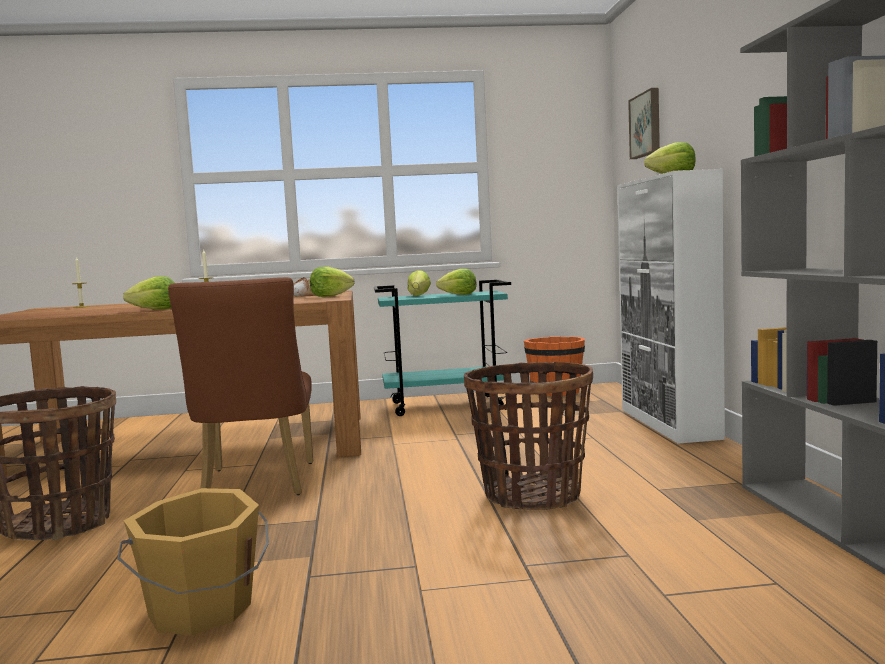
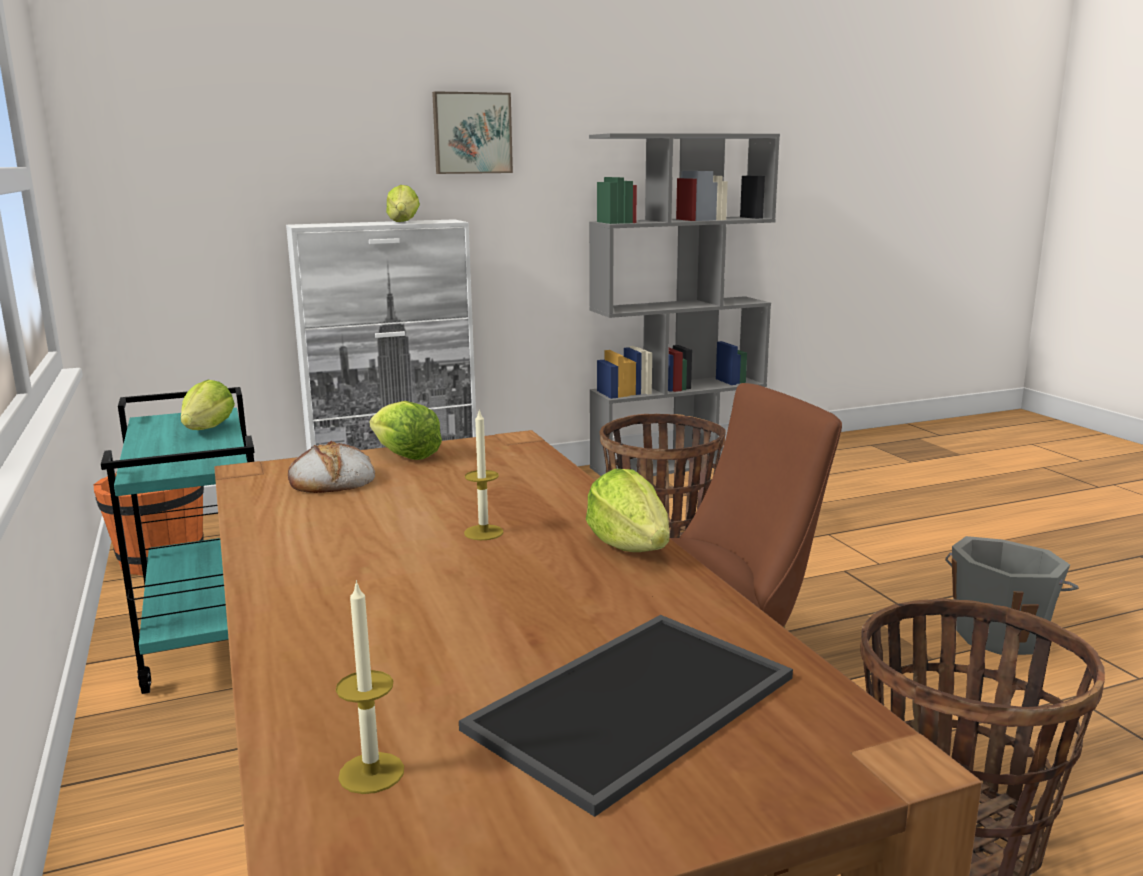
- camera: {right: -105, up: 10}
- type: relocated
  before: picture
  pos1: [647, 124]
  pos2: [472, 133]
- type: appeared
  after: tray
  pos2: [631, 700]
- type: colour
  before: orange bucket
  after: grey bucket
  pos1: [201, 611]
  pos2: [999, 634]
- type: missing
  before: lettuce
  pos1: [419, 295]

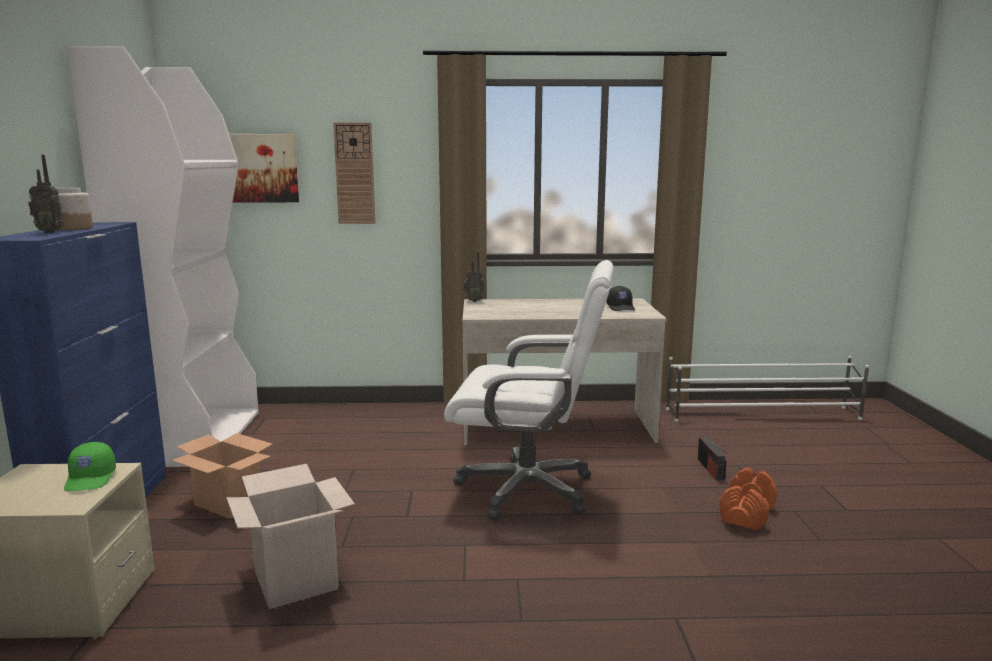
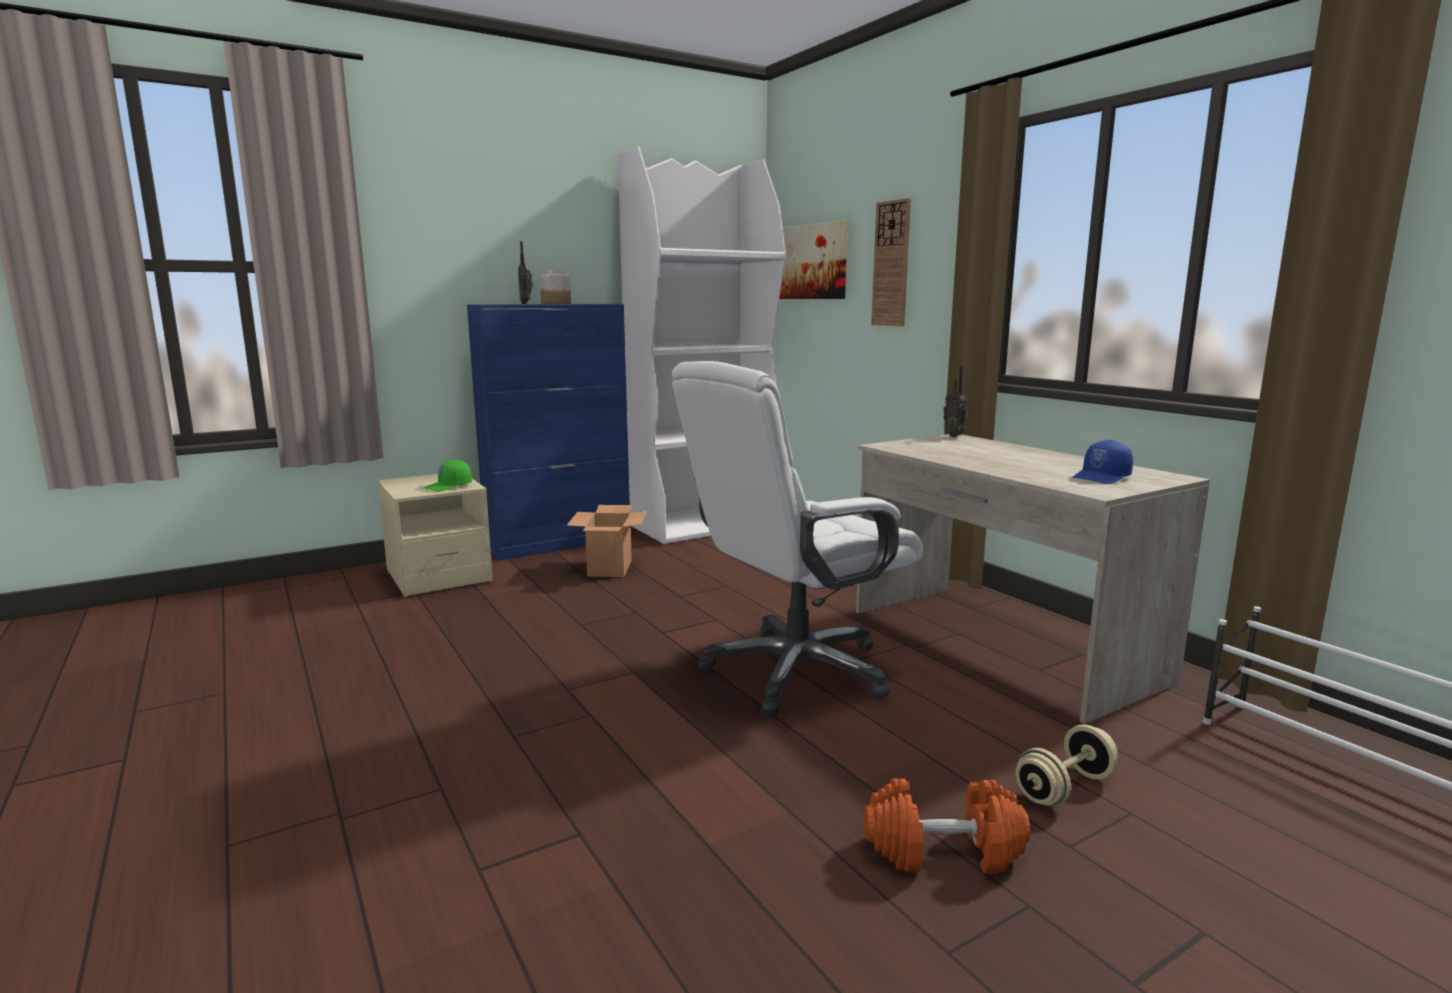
- camera: {right: 60, up: 0}
- type: spun
  before: white office chair
  pos1: [528, 489]
  pos2: [795, 671]
  turn: 75
- type: exchanged
  before: radio
  after: beige dumbbell
  pos1: [710, 469]
  pos2: [1064, 788]
- type: colour
  before: black cap
  after: blue cap
  pos1: [621, 308]
  pos2: [1102, 478]
- type: missing
  before: cardboard box
  pos1: [296, 580]

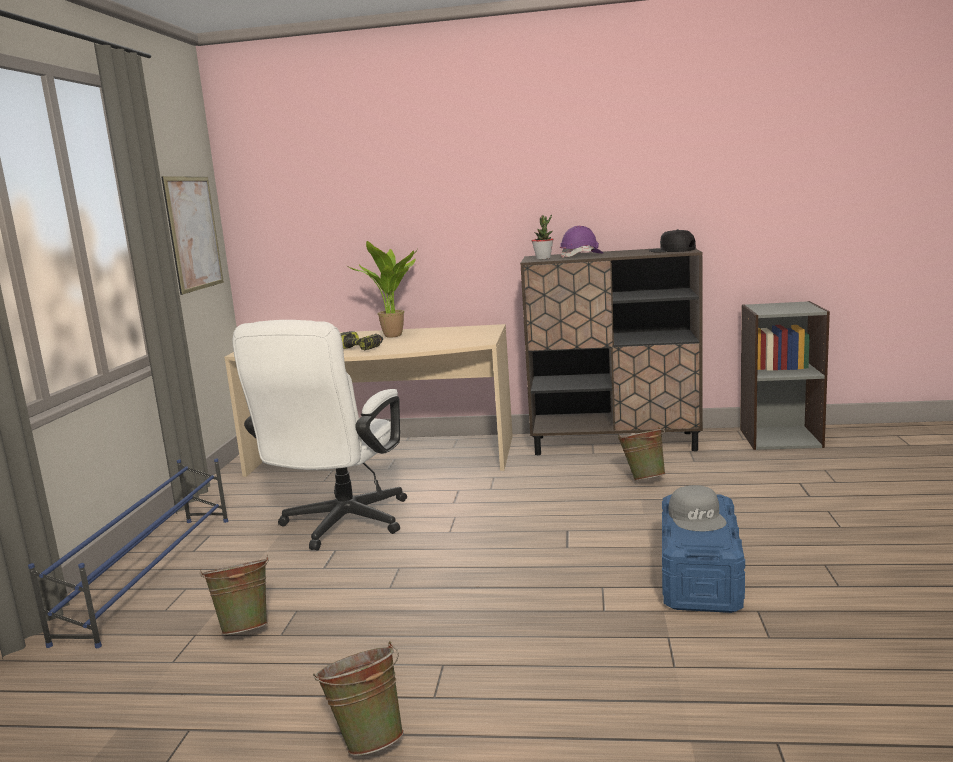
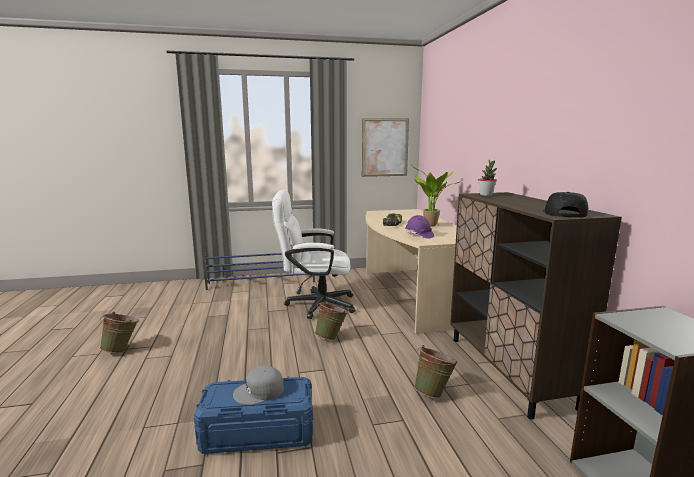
- camera: {right: 70, up: 0}
- type: relocated
  before: green bucket
  pos1: [245, 627]
  pos2: [331, 337]
- type: relocated
  before: purple hard hat
  pos1: [581, 255]
  pos2: [419, 235]

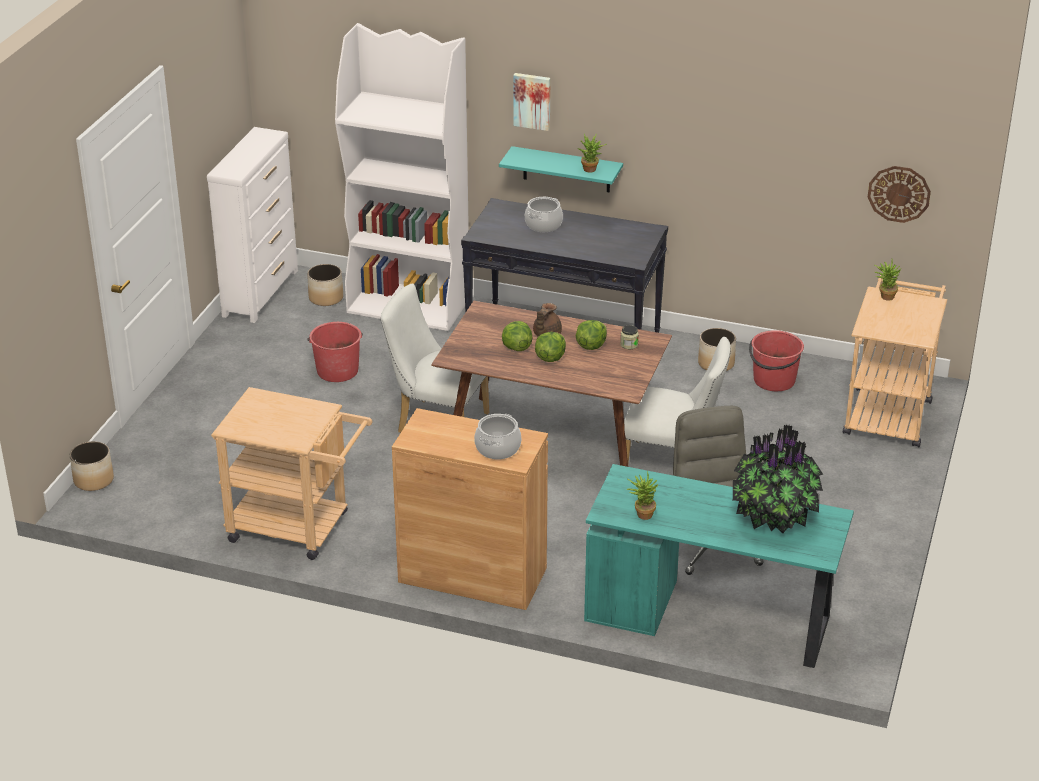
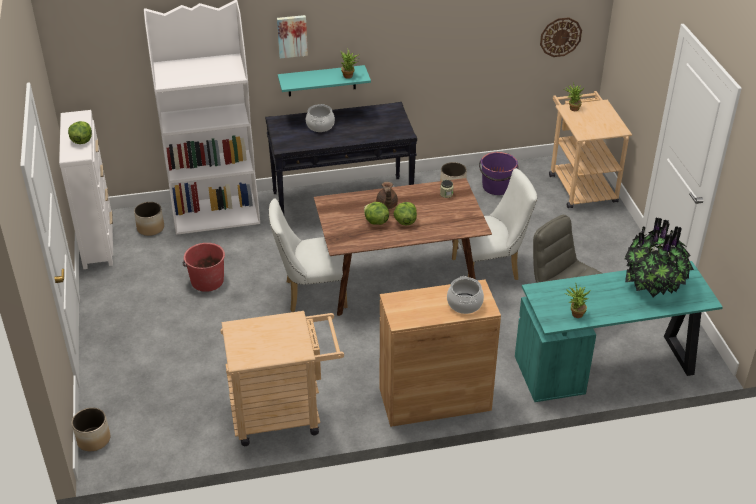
- camera: {right: -30, up: 5}
- type: relocated
  before: lettuce
  pos1: [591, 345]
  pos2: [81, 141]
- type: colour
  before: red bucket
  after: purple bucket
  pos1: [773, 380]
  pos2: [497, 187]

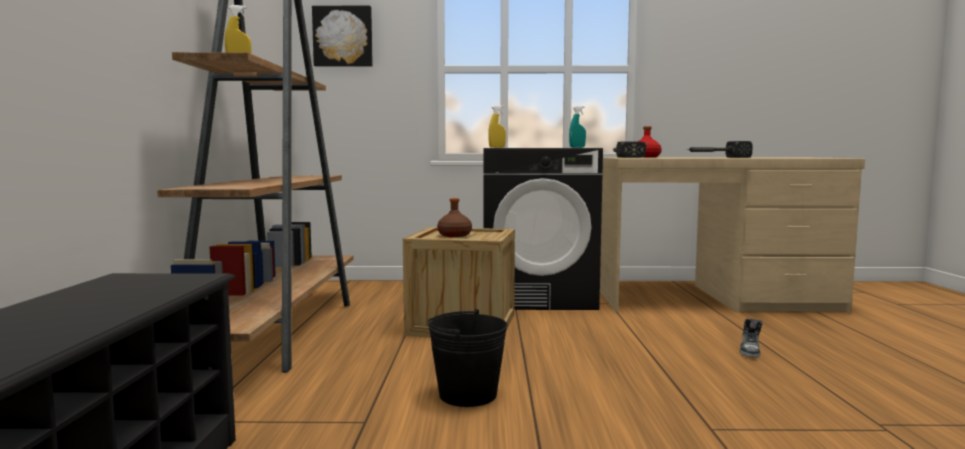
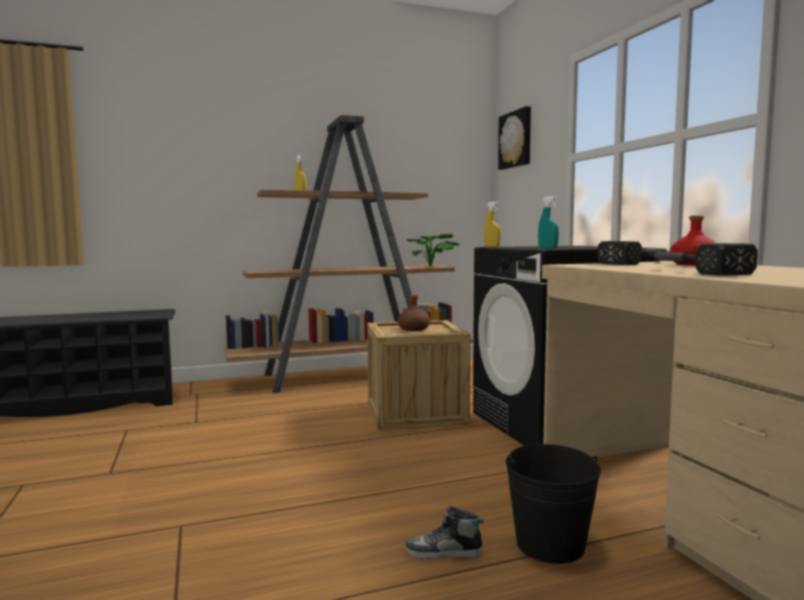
- camera: {right: 70, up: 0}
- type: appeared
  after: potted plant
  pos2: [433, 266]
- type: relocated
  before: black bucket
  pos1: [467, 395]
  pos2: [550, 544]

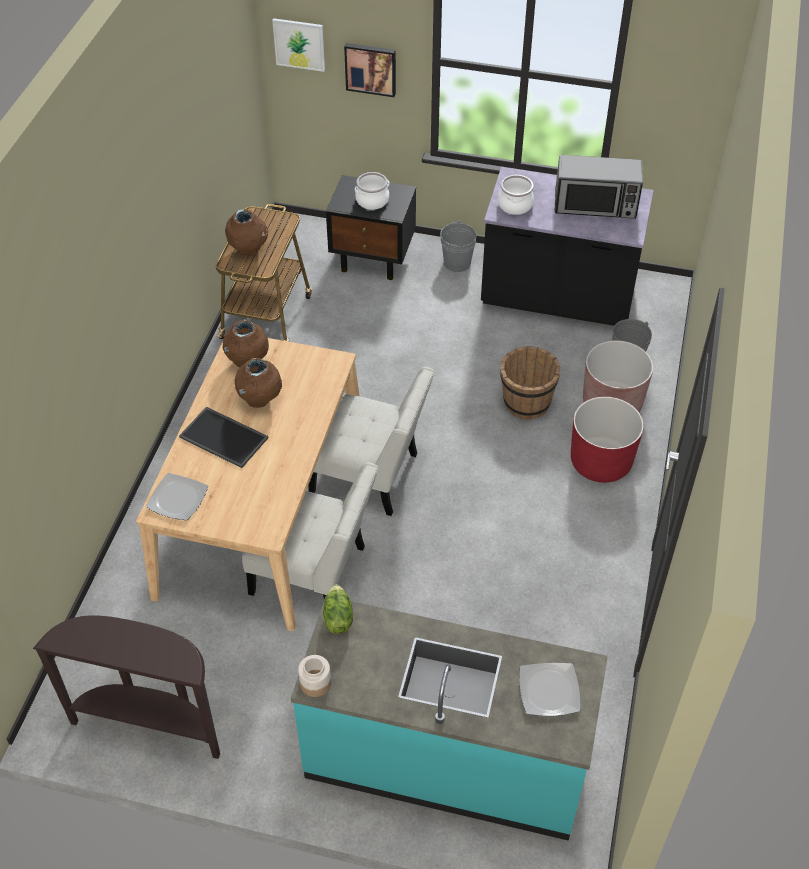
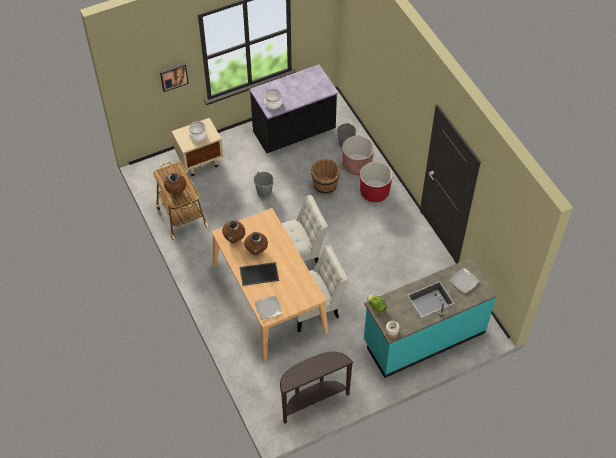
- camera: {right: -40, up: 5}
- type: colour
  before: black nightstand
  after: beige nightstand
  pos1: [374, 259]
  pos2: [200, 161]
- type: relocated
  before: grey bucket
  pos1: [457, 263]
  pos2: [264, 192]
- type: missing
  before: picture
  pos1: [299, 44]
- type: missing
  before: microwave
  pos1: [595, 205]

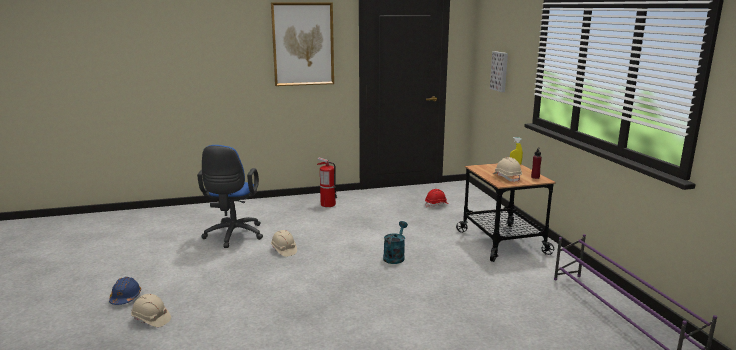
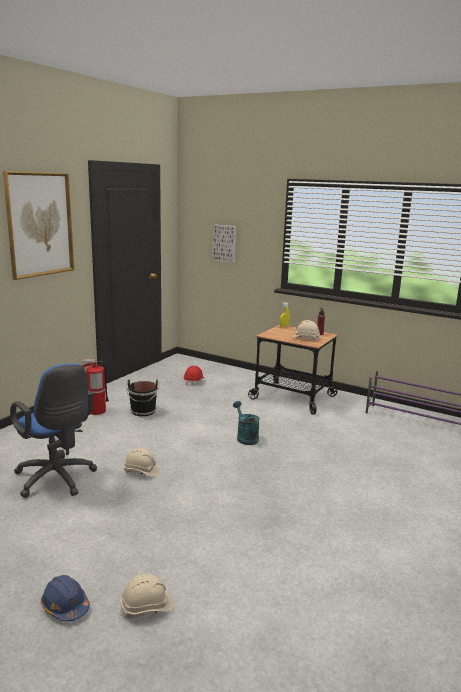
- camera: {right: -45, up: 0}
- type: appeared
  after: black bucket
  pos2: [143, 412]

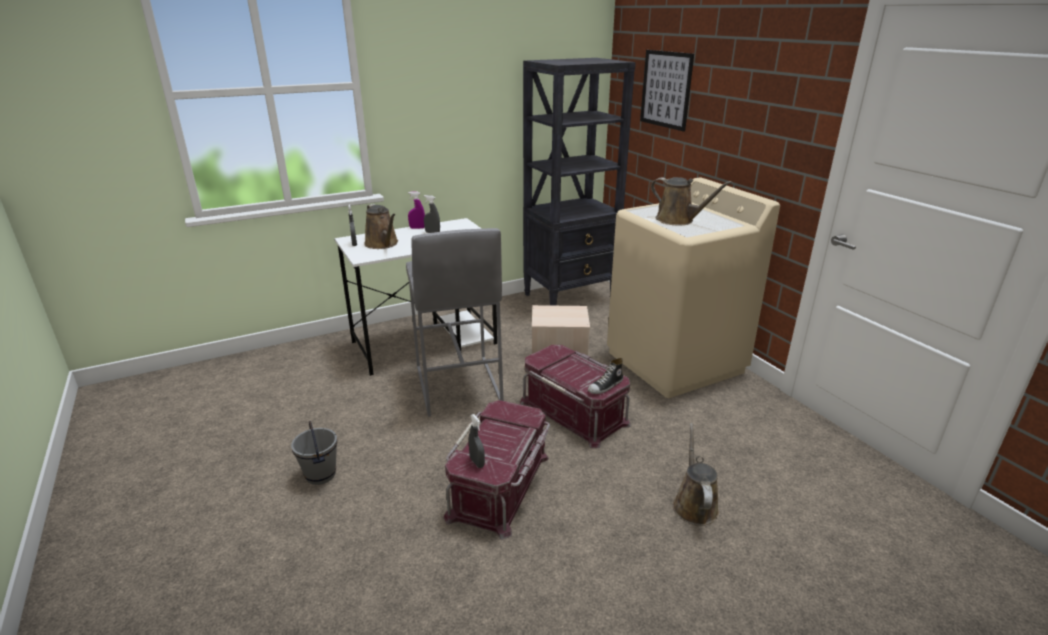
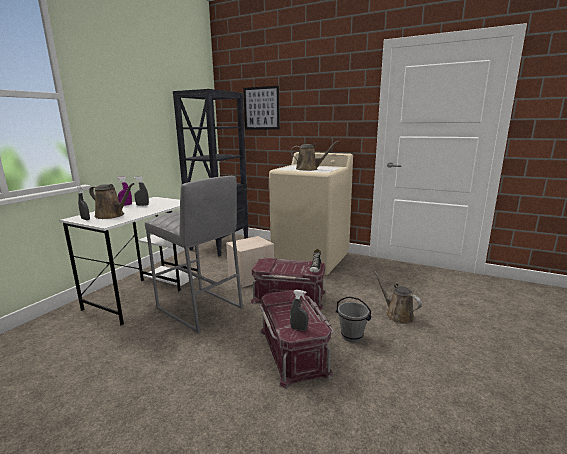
- camera: {right: -35, up: -10}
- type: relocated
  before: grey bucket
  pos1: [320, 475]
  pos2: [351, 336]

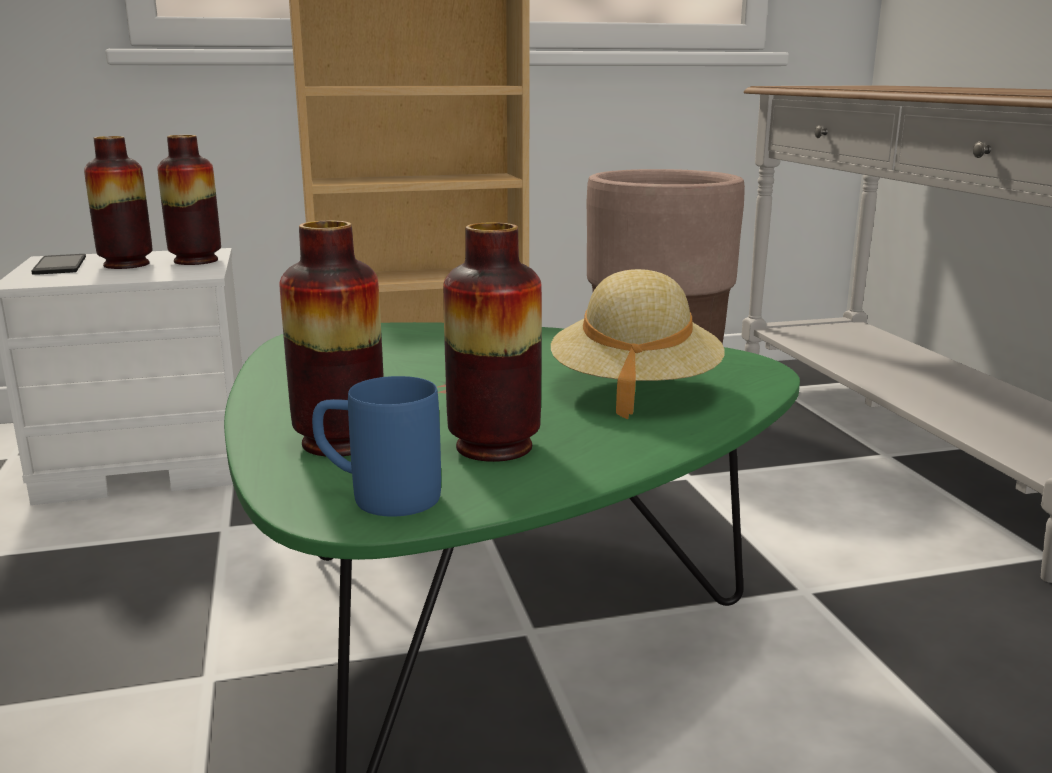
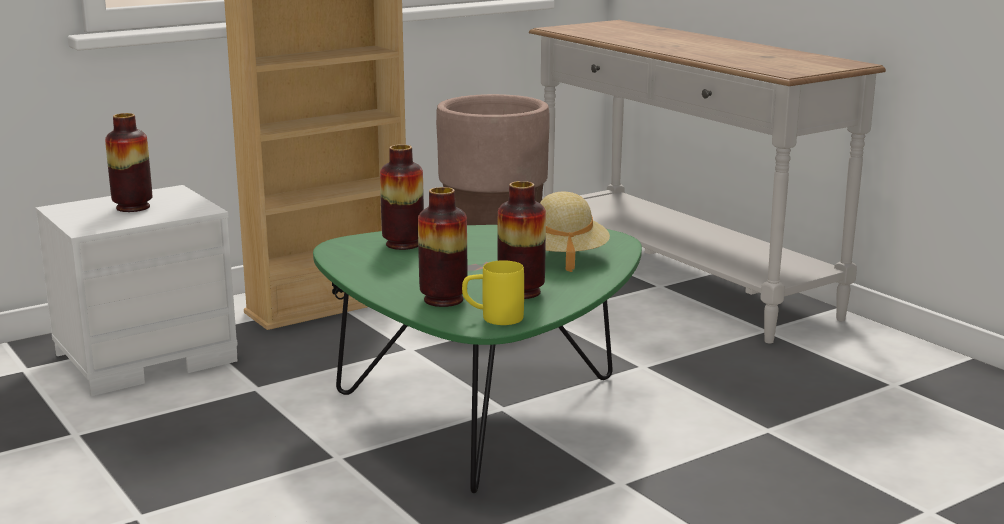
- camera: {right: -20, up: 0}
- type: relocated
  before: vase
  pos1: [196, 261]
  pos2: [403, 244]
- type: colour
  before: blue mug
  after: yellow mug
  pos1: [378, 496]
  pos2: [493, 318]
- type: missing
  before: phone
  pos1: [60, 265]

